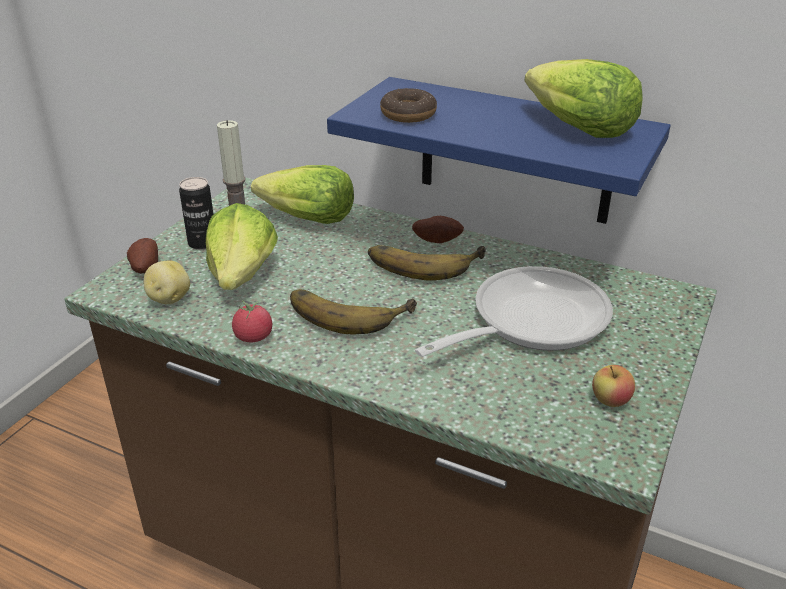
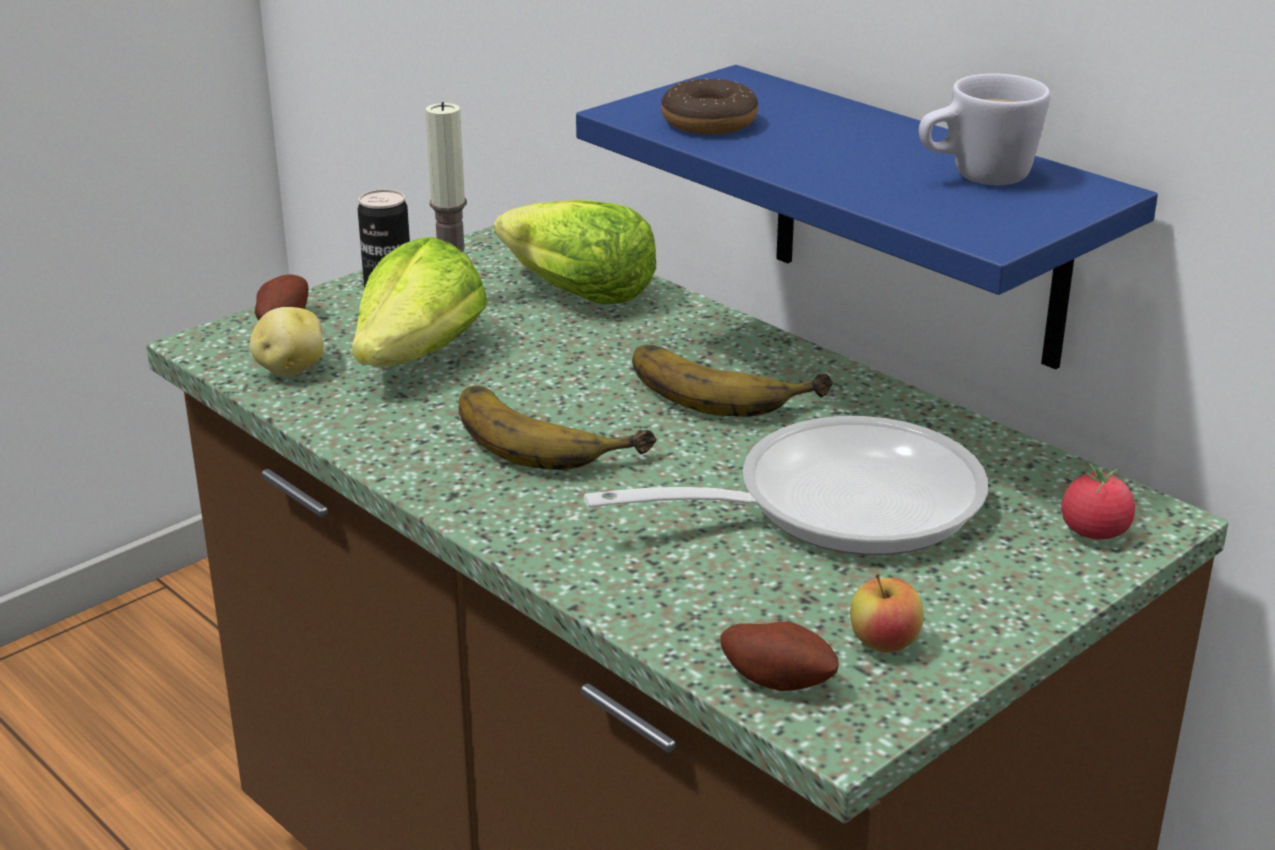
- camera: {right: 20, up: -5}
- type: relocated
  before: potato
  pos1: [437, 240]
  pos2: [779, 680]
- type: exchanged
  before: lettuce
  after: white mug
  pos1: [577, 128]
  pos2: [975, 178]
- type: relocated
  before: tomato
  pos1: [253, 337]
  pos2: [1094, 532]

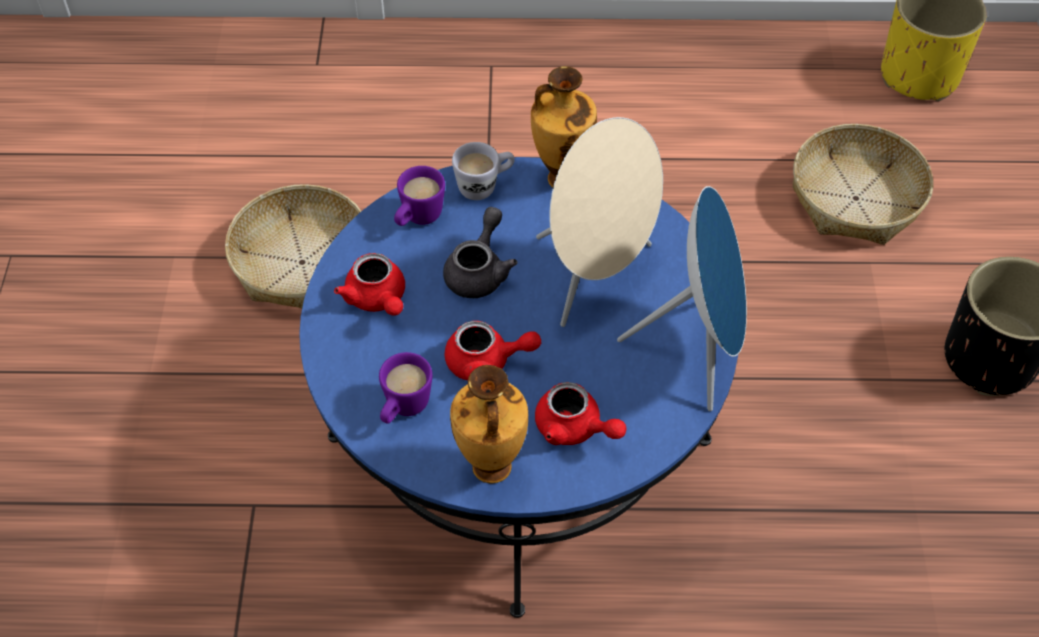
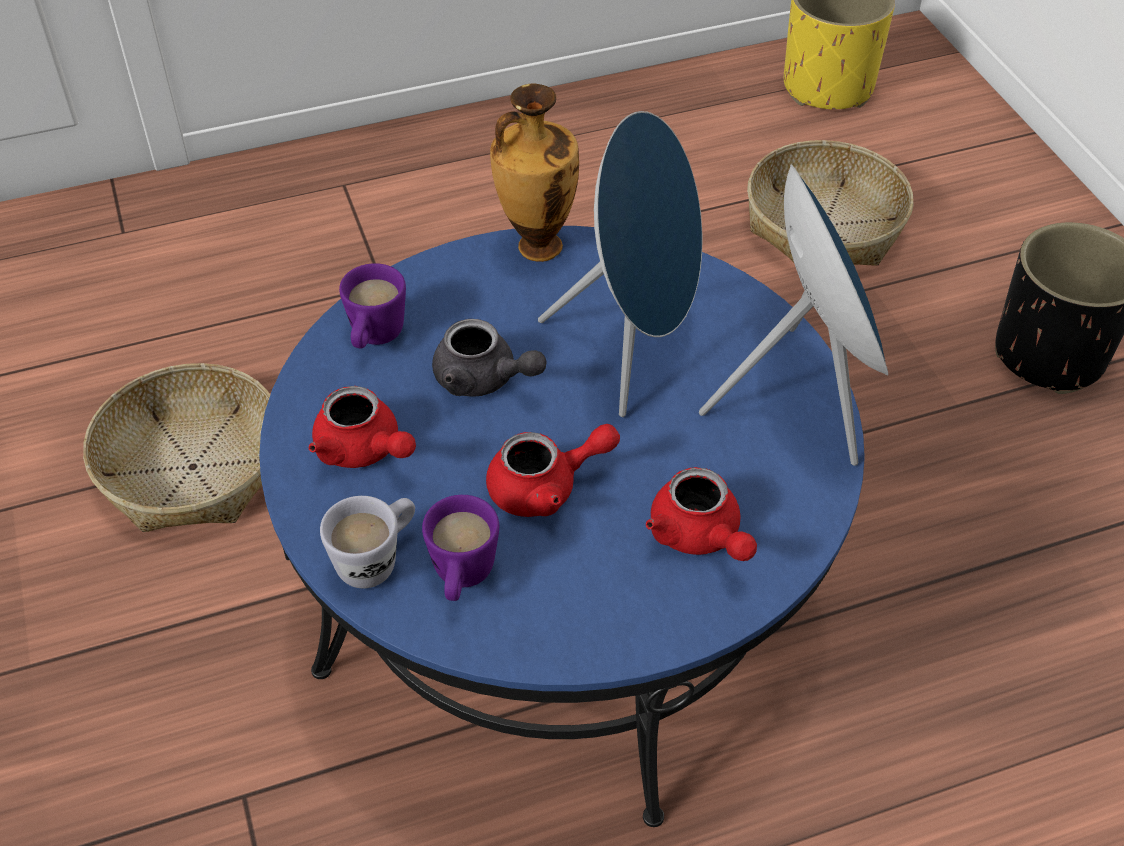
- camera: {right: -20, up: -5}
- type: relocated
  before: white mug
  pos1: [484, 186]
  pos2: [377, 559]
- type: spun
  before: grey teapot
  pos1: [479, 271]
  pos2: [484, 379]
  turn: 120
- type: colour
  before: beige speaker
  after: blue speaker
  pos1: [595, 276]
  pos2: [634, 347]
- type: spun
  before: red teapot
  pos1: [574, 428]
  pos2: [699, 536]
  turn: 45
- type: missing
  before: vase
  pos1: [491, 469]

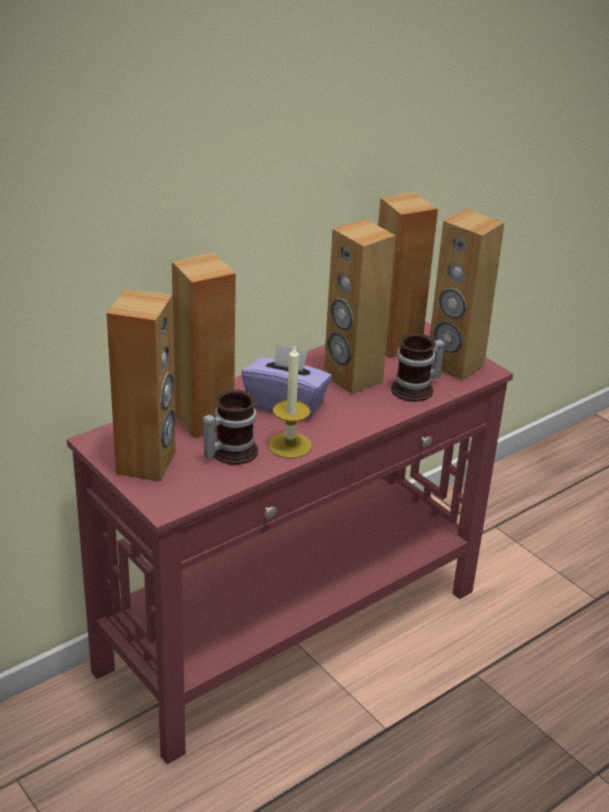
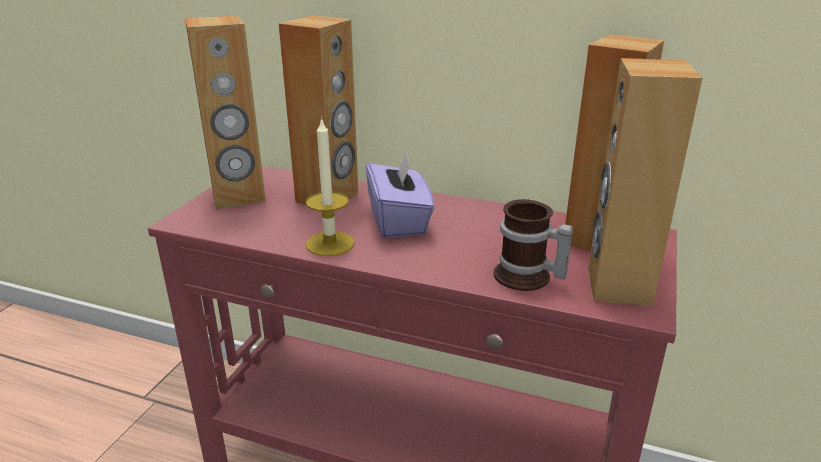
- camera: {right: 60, up: -5}
- type: missing
  before: mug
  pos1: [229, 452]
- type: missing
  before: brown speaker
  pos1: [352, 378]

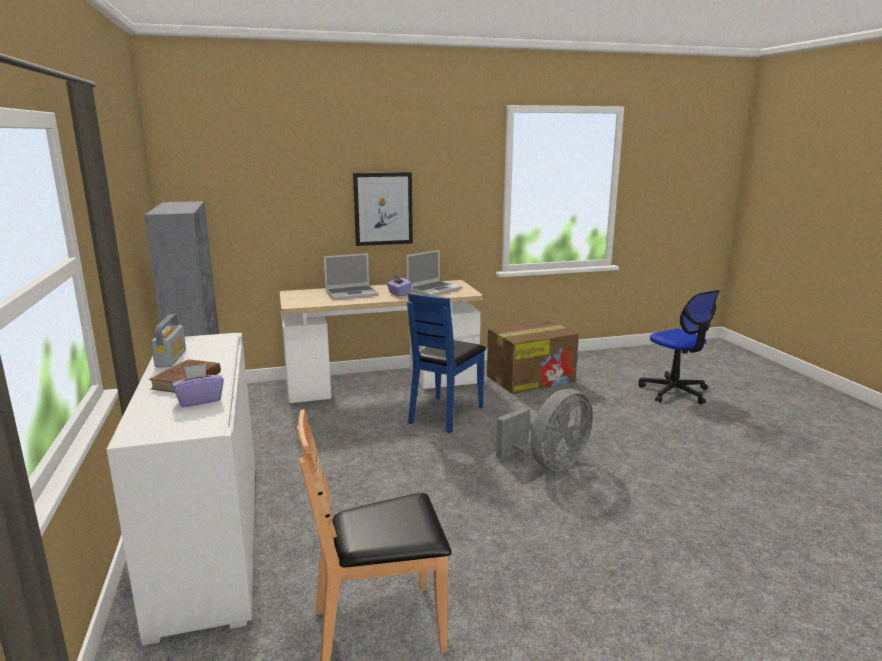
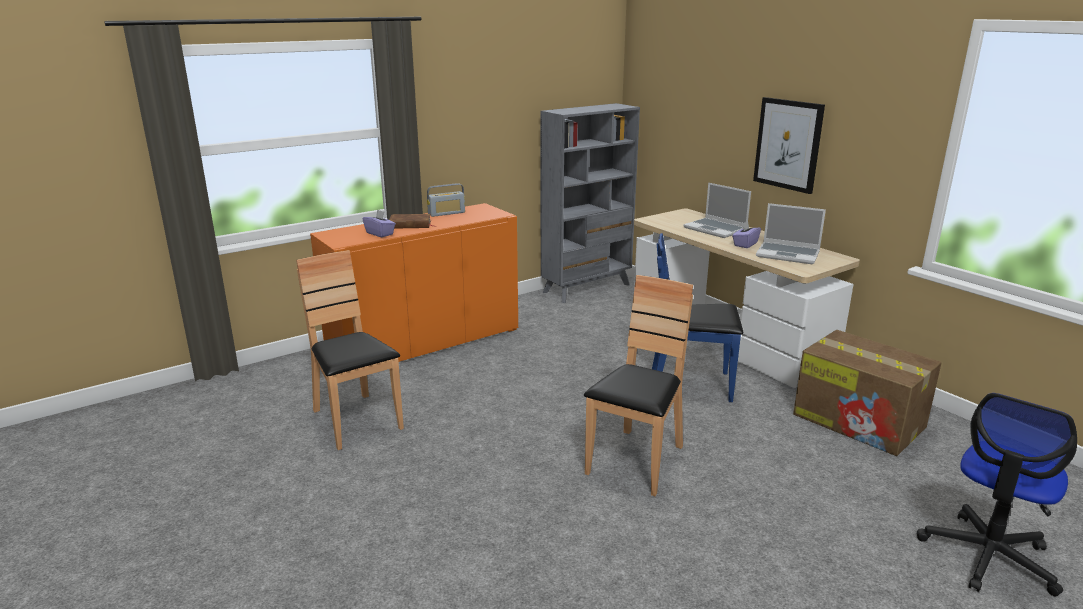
- camera: {right: 70, up: 5}
- type: colour
  before: white cabinet
  after: orange cabinet
  pos1: [210, 538]
  pos2: [425, 342]
- type: exchanged
  before: grey fan
  after: brown chair
  pos1: [549, 463]
  pos2: [636, 461]

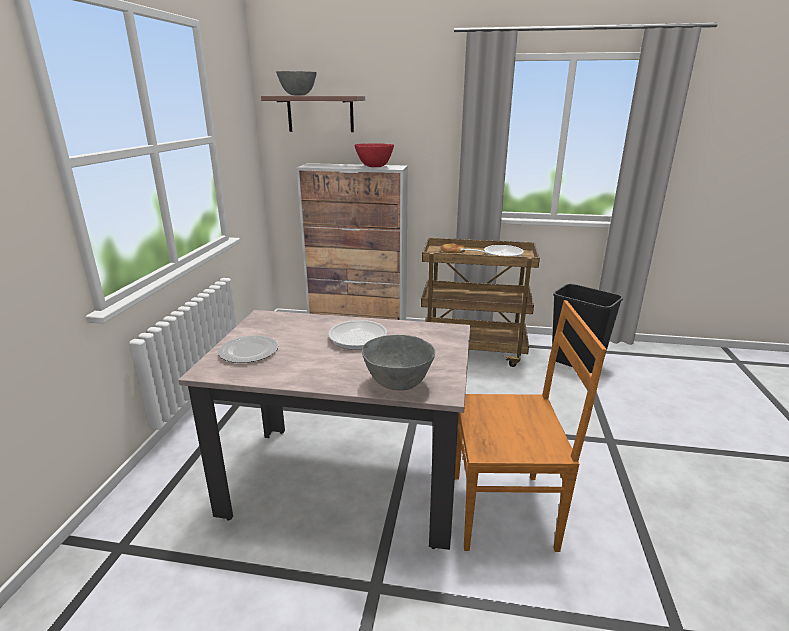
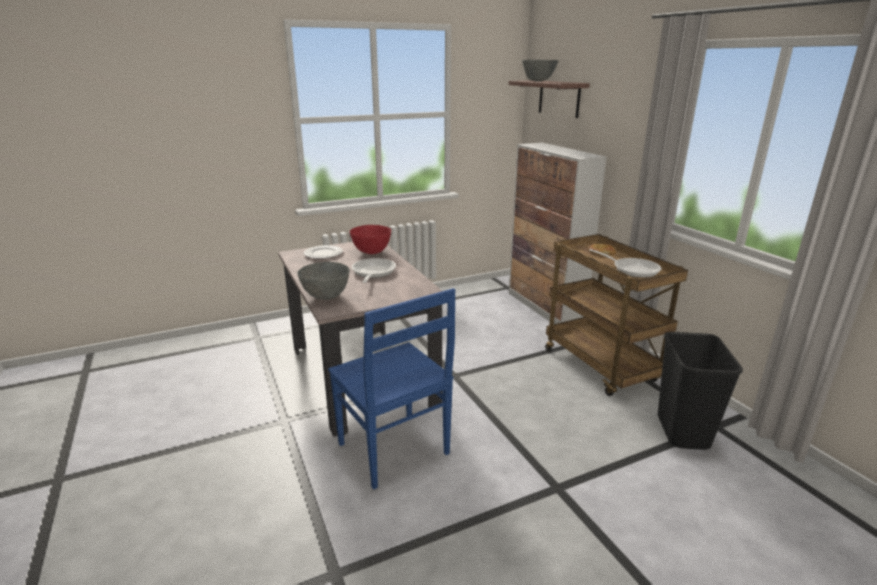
- camera: {right: 55, up: 0}
- type: colour
  before: brown chair
  after: blue chair
  pos1: [506, 511]
  pos2: [395, 451]
- type: relocated
  before: red bowl
  pos1: [374, 167]
  pos2: [372, 252]

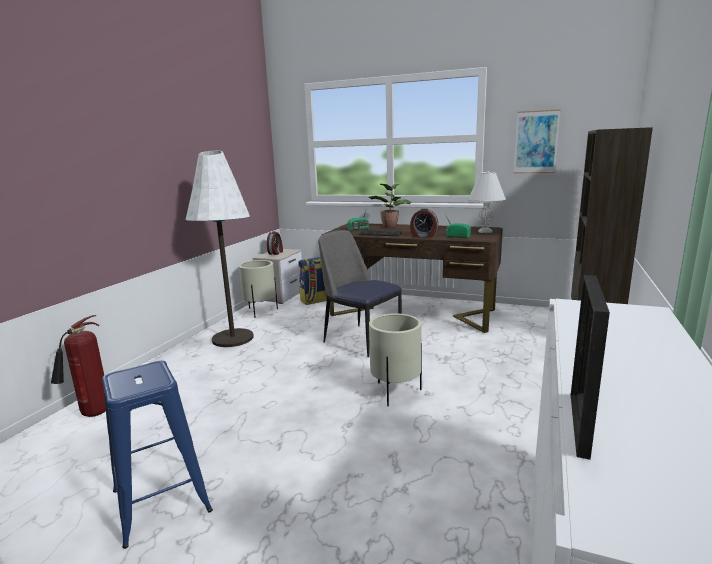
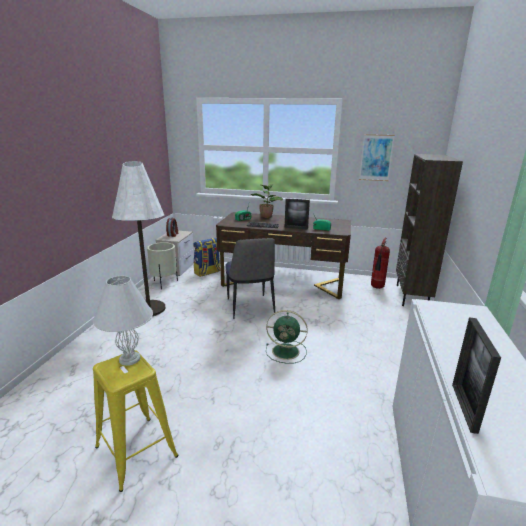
- camera: {right: -10, up: 5}
- type: relocated
  before: white table lamp
  pos1: [484, 231]
  pos2: [129, 359]
- type: colour
  before: blue stool
  after: yellow stool
  pos1: [161, 500]
  pos2: [136, 451]
- type: spun
  before: chair
  pos1: [360, 340]
  pos2: [250, 307]
  turn: -135
- type: exchanged
  before: beige planter
  after: green fan
  pos1: [396, 392]
  pos2: [287, 351]
- type: exchanged
  before: alarm clock
  after: picture frame
  pos1: [423, 236]
  pos2: [296, 228]
- type: relocated
  before: fire extinguisher
  pos1: [92, 414]
  pos2: [377, 288]

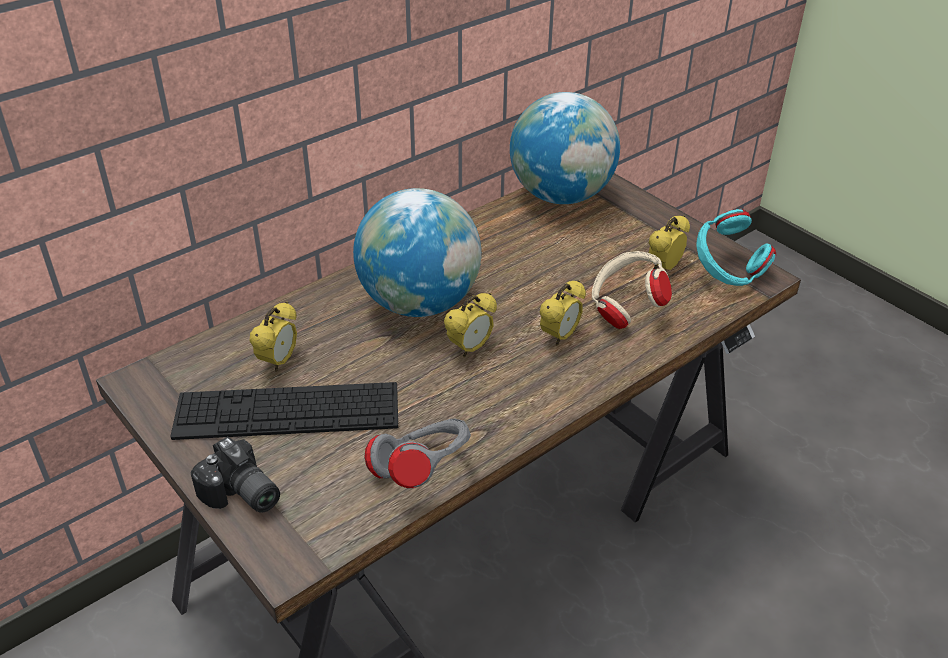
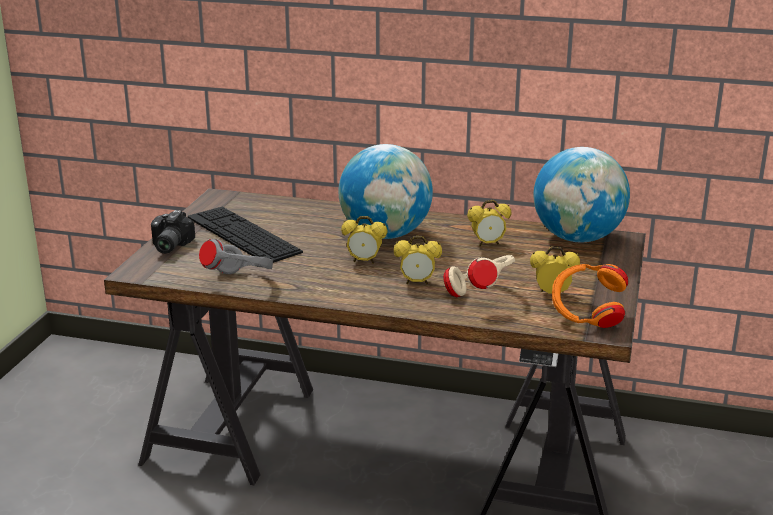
- camera: {right: 55, up: -15}
- type: relocated
  before: alarm clock
  pos1: [278, 362]
  pos2: [488, 244]
- type: colour
  before: turquoise headphones
  after: orange headphones
  pos1: [727, 273]
  pos2: [587, 317]

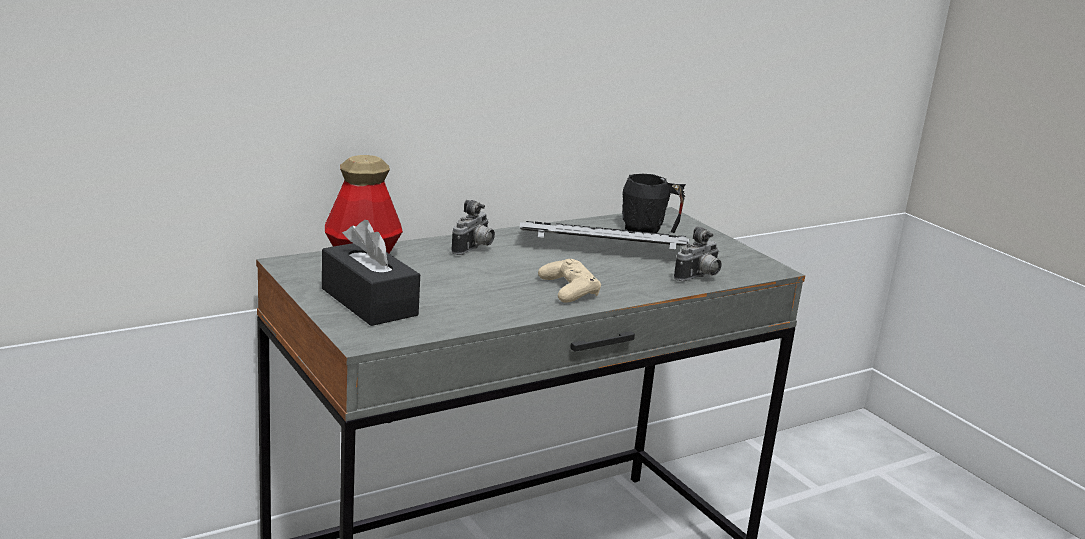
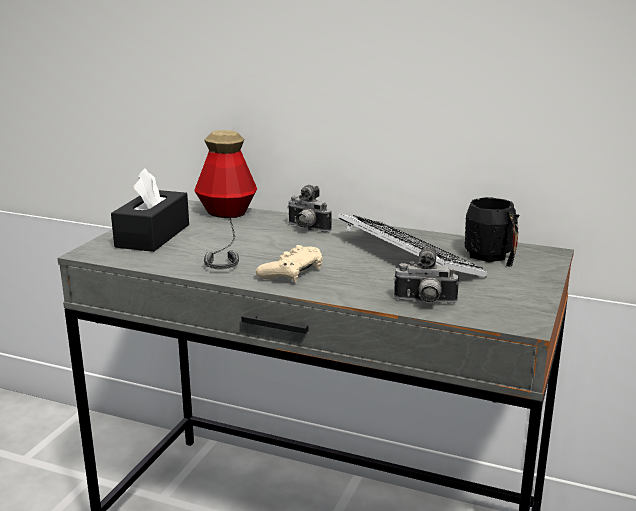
- camera: {right: 55, up: 0}
- type: appeared
  after: headphones
  pos2: [220, 255]
- type: spun
  before: photo camera
  pos1: [474, 249]
  pos2: [306, 229]
  turn: 45

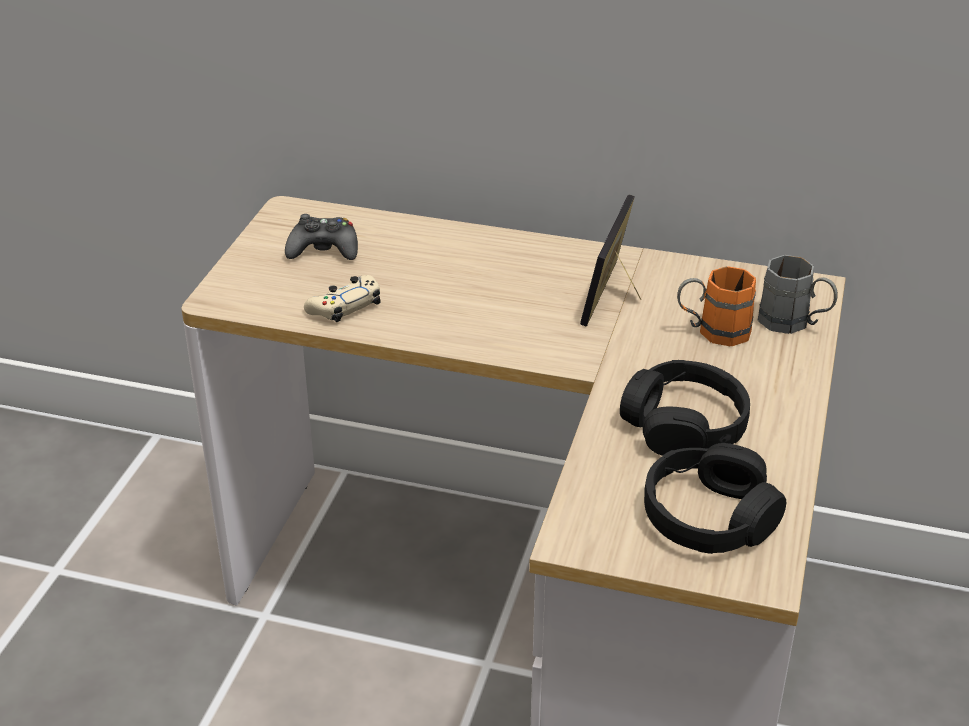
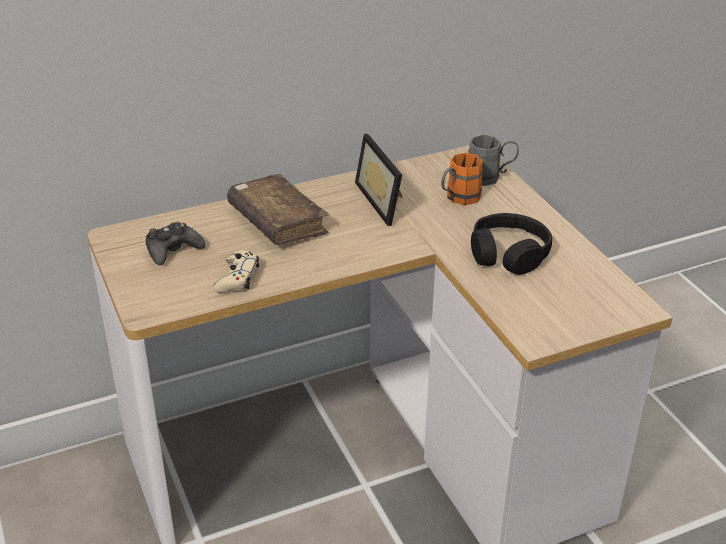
- camera: {right: -40, up: 0}
- type: appeared
  after: brown book
  pos2: [277, 222]
- type: missing
  before: black headphones
  pos1: [709, 517]

